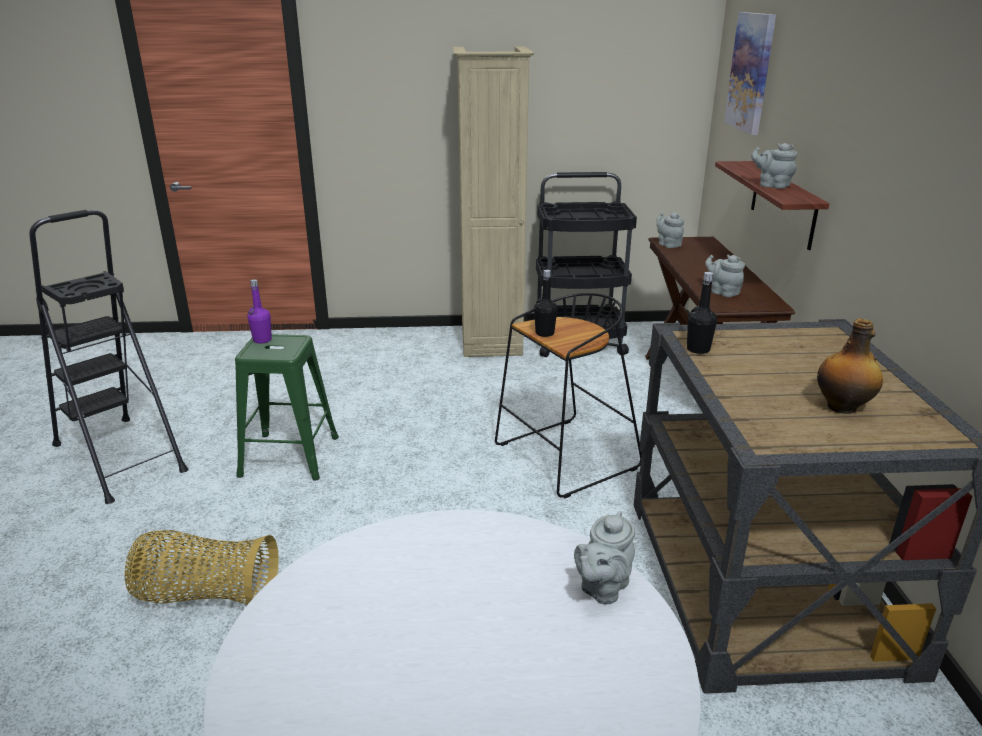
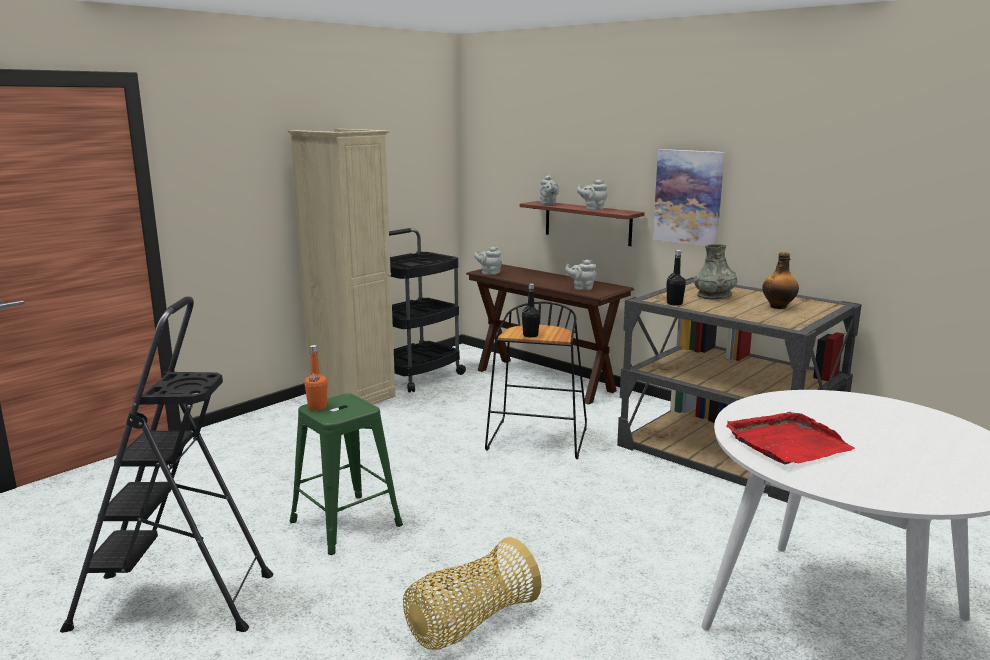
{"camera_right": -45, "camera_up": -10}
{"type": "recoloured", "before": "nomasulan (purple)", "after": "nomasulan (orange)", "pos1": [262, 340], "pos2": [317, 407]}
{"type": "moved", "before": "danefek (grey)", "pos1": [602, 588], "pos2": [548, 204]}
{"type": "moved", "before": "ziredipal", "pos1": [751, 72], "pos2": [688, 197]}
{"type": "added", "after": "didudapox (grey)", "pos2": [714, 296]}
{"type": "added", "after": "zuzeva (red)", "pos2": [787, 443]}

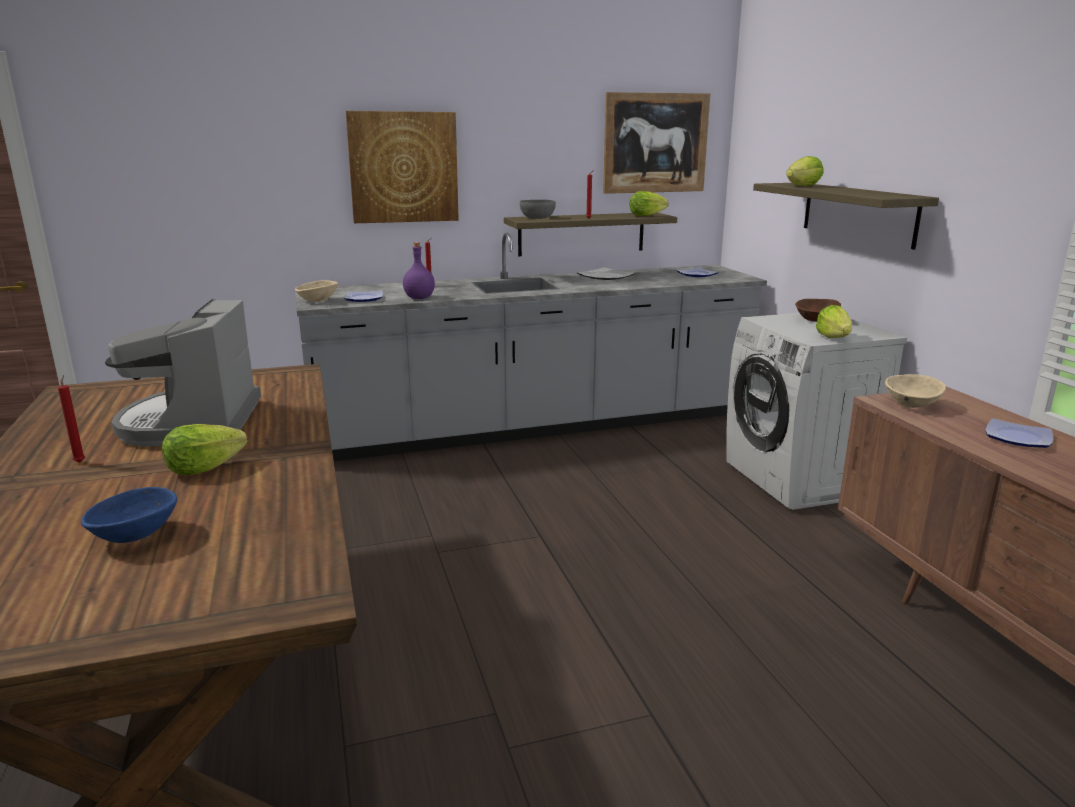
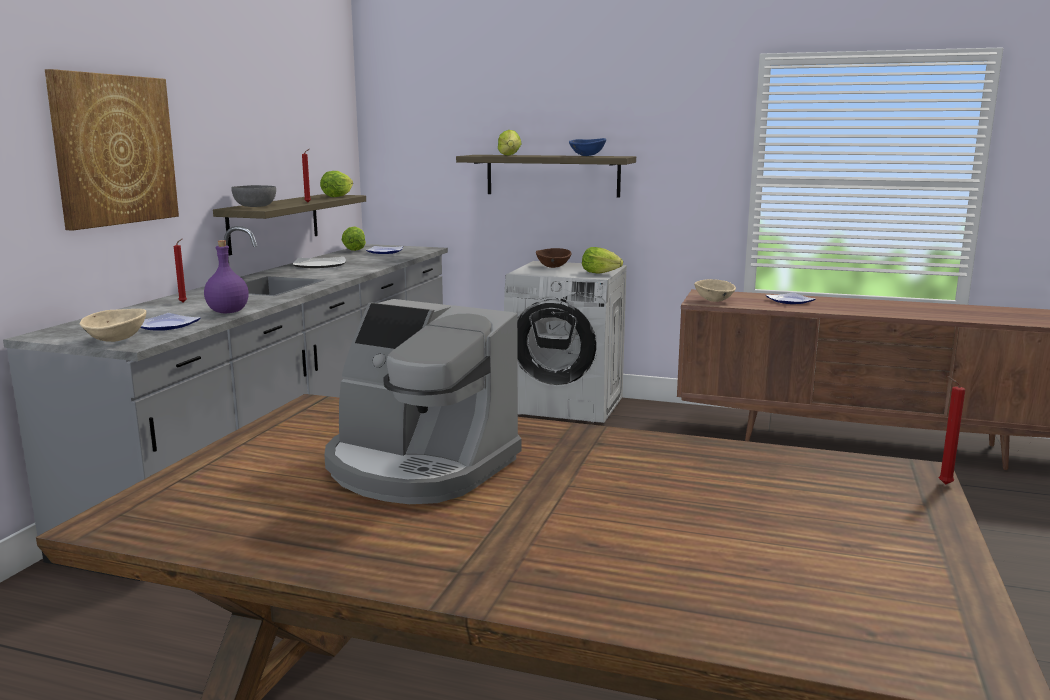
{"camera_right": -55, "camera_up": -5}
{"type": "moved", "before": "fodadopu", "pos1": [204, 469], "pos2": [354, 249]}
{"type": "moved", "before": "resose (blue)", "pos1": [135, 537], "pos2": [587, 156]}
{"type": "moved", "before": "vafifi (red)", "pos1": [80, 462], "pos2": [942, 484]}
{"type": "removed", "before": "ziredipal", "pos1": [655, 143]}

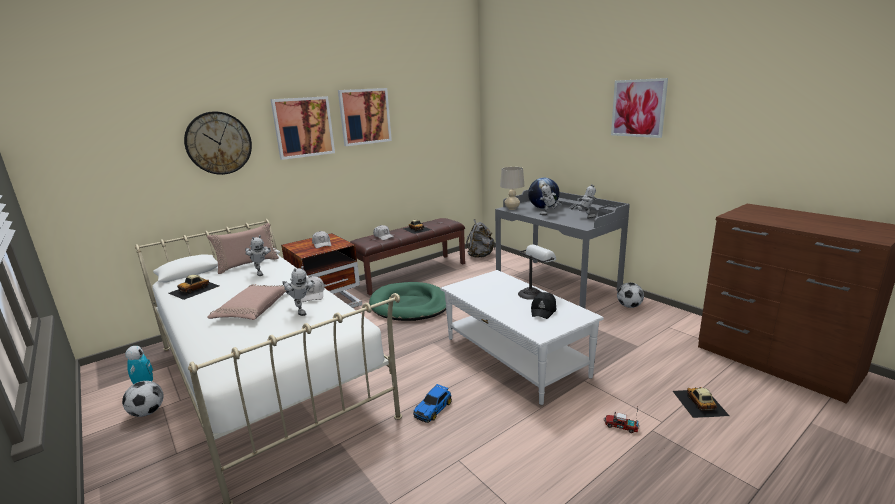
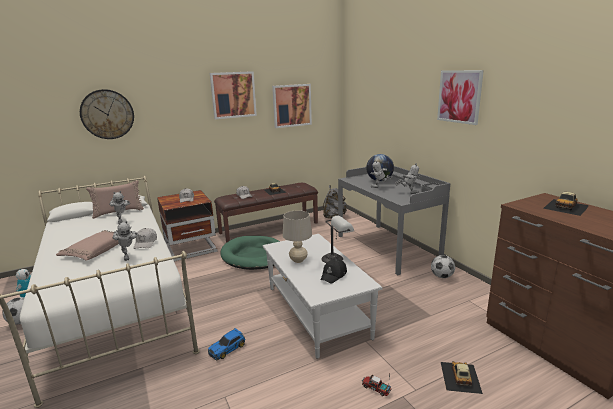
{"camera_right": 10, "camera_up": 0}
{"type": "moved", "before": "ziredipal", "pos1": [303, 127], "pos2": [292, 105]}
{"type": "moved", "before": "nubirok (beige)", "pos1": [512, 208], "pos2": [298, 260]}
{"type": "moved", "before": "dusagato", "pos1": [194, 289], "pos2": [566, 207]}

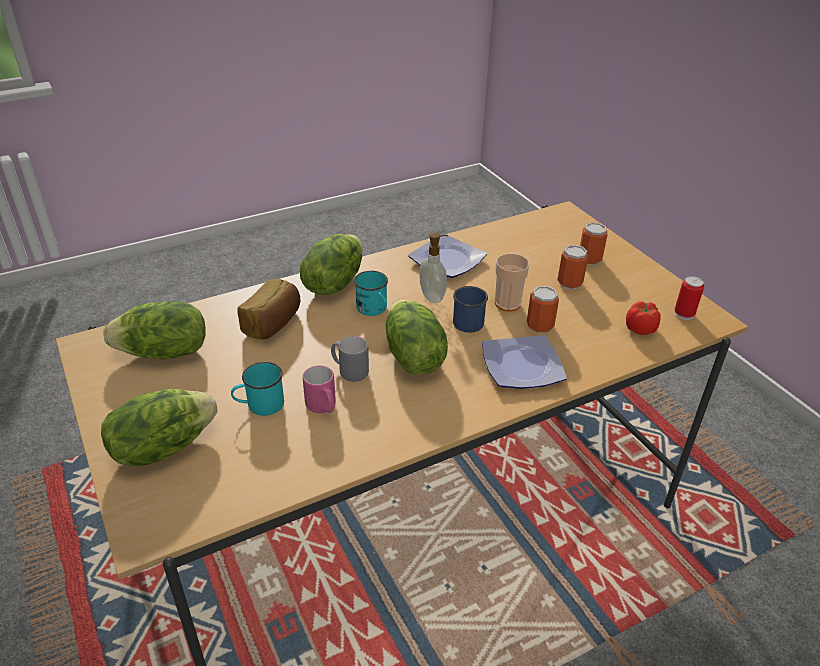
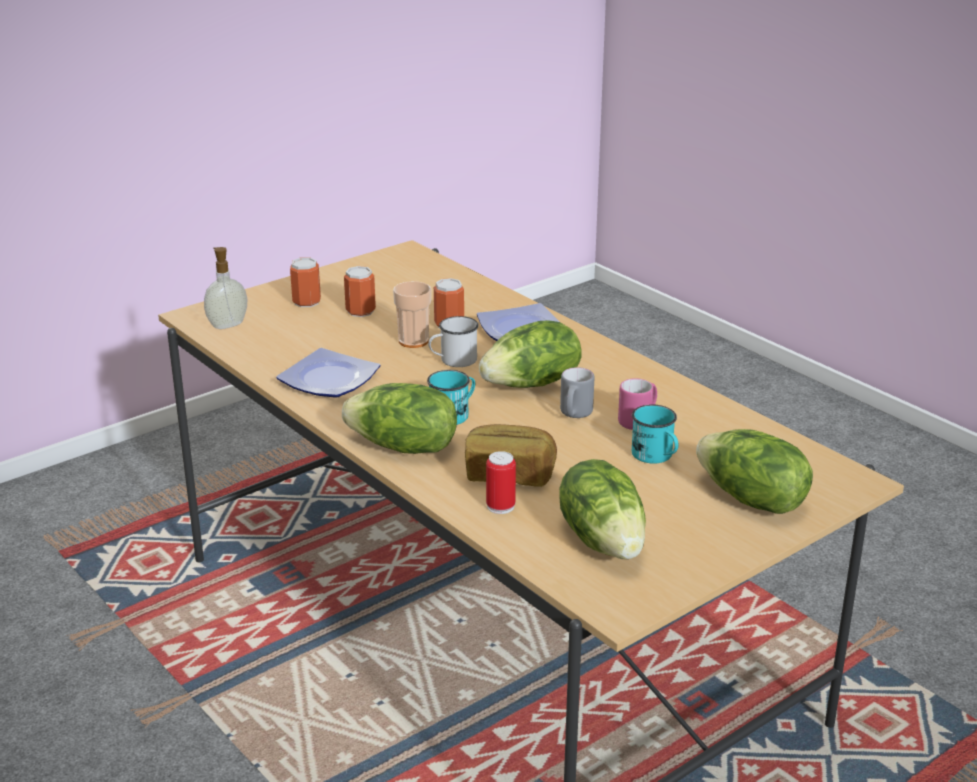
{"camera_right": -100, "camera_up": -10}
{"type": "moved", "before": "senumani", "pos1": [433, 296], "pos2": [227, 324]}
{"type": "recoloured", "before": "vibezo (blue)", "after": "vibezo (white)", "pos1": [466, 320], "pos2": [453, 360]}
{"type": "moved", "before": "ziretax", "pos1": [684, 314], "pos2": [500, 506]}
{"type": "removed", "before": "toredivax", "pos1": [640, 328]}

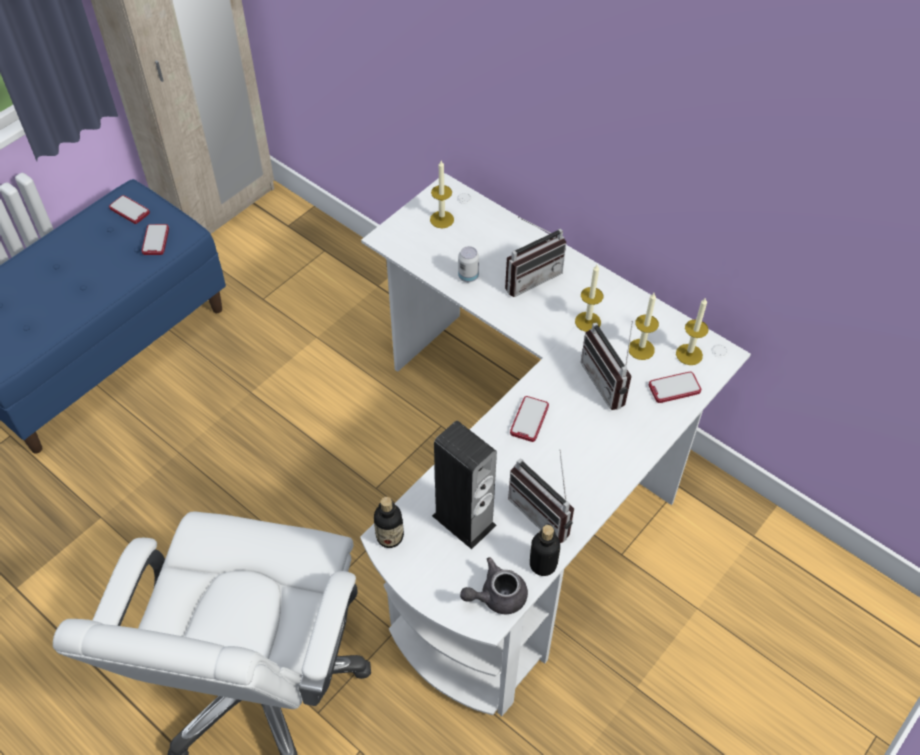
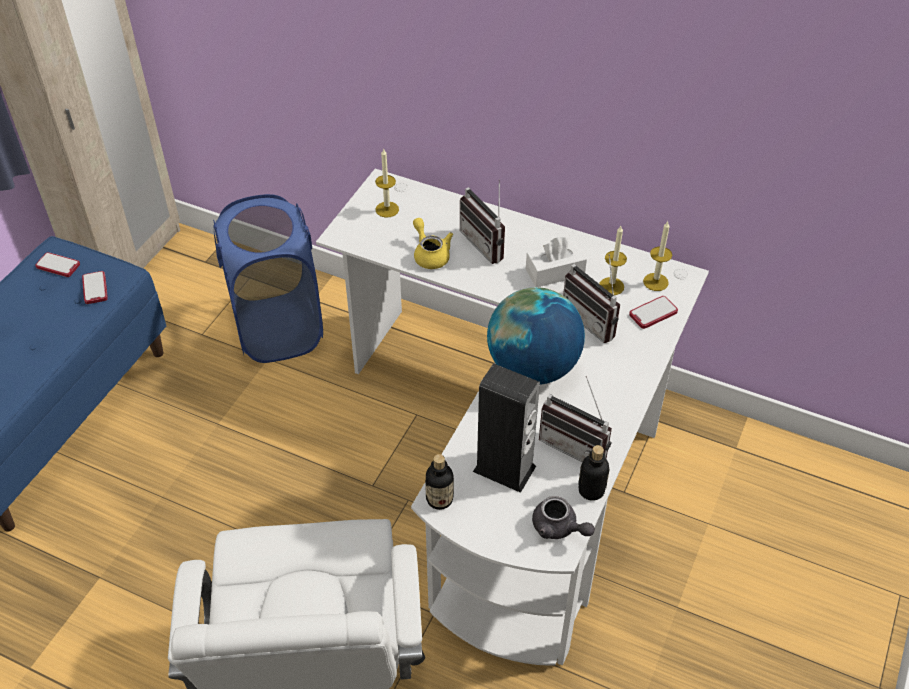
{"camera_right": -15, "camera_up": -5}
{"type": "added", "after": "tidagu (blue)", "pos2": [277, 328]}
{"type": "replaced", "before": "ziretax", "after": "danefek (yellow)", "pos1": [468, 276], "pos2": [430, 254]}
{"type": "turned", "before": "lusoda", "pos1": [530, 276], "pos2": [488, 243], "turn": 105}
{"type": "replaced", "before": "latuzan", "after": "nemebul", "pos1": [529, 420], "pos2": [532, 367]}
{"type": "replaced", "before": "vafifi", "after": "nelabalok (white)", "pos1": [588, 322], "pos2": [555, 272]}
{"type": "turned", "before": "danefek (grey)", "pos1": [496, 596], "pos2": [559, 528], "turn": -105}

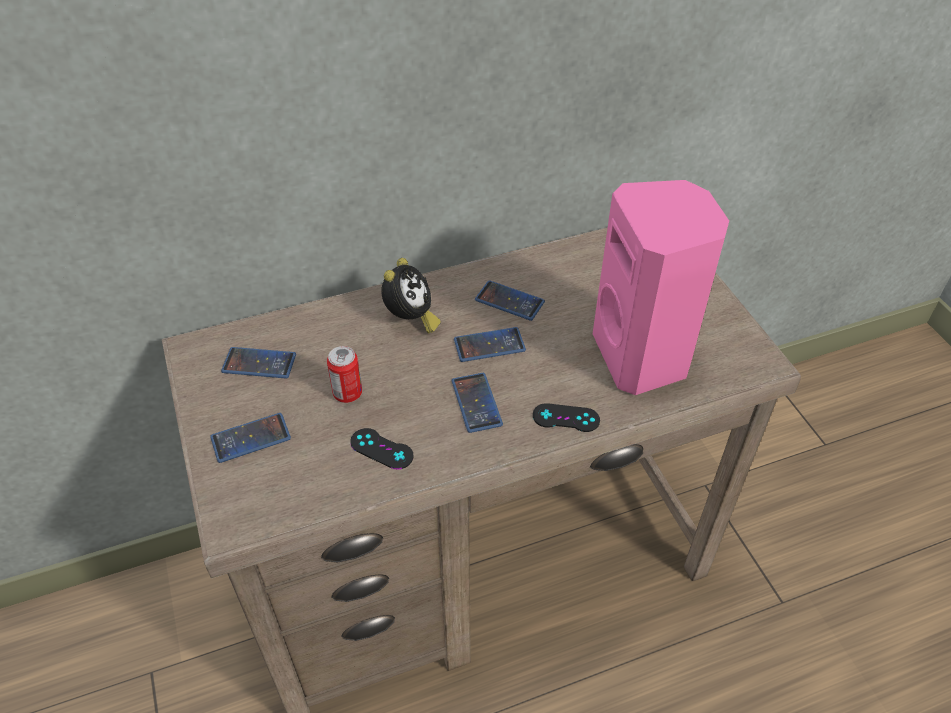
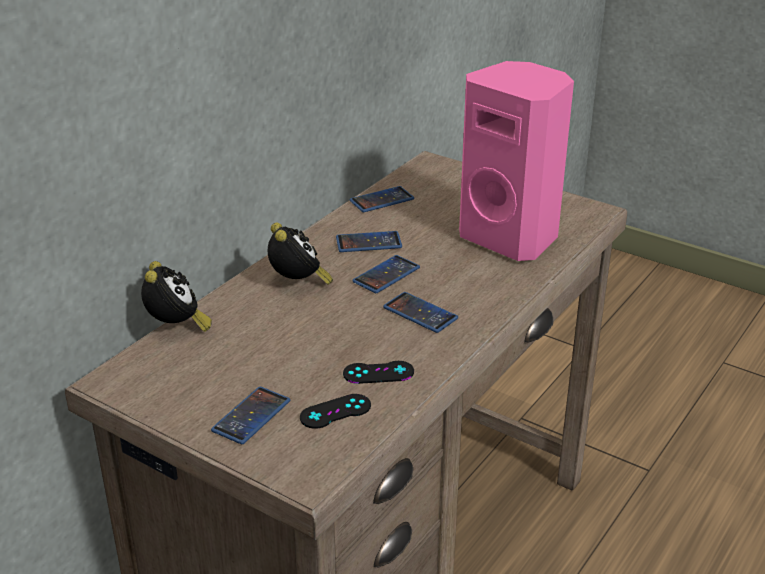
{"camera_right": -35, "camera_up": -15}
{"type": "added", "after": "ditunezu", "pos2": [177, 327]}
{"type": "moved", "before": "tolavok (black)", "pos1": [566, 418], "pos2": [335, 411]}
{"type": "moved", "before": "latuzan", "pos1": [259, 363], "pos2": [382, 200]}
{"type": "removed", "before": "ziretax", "pos1": [347, 393]}

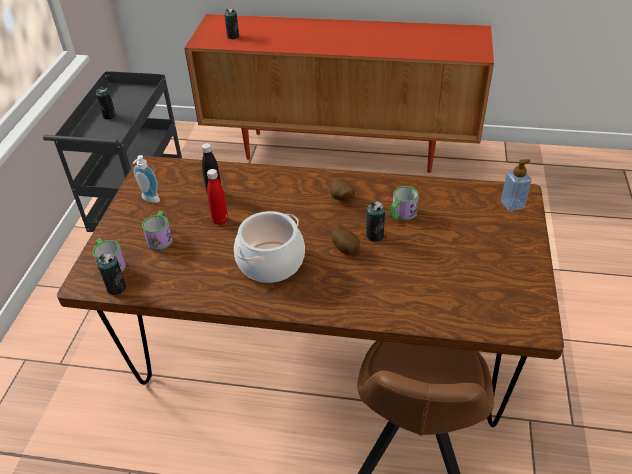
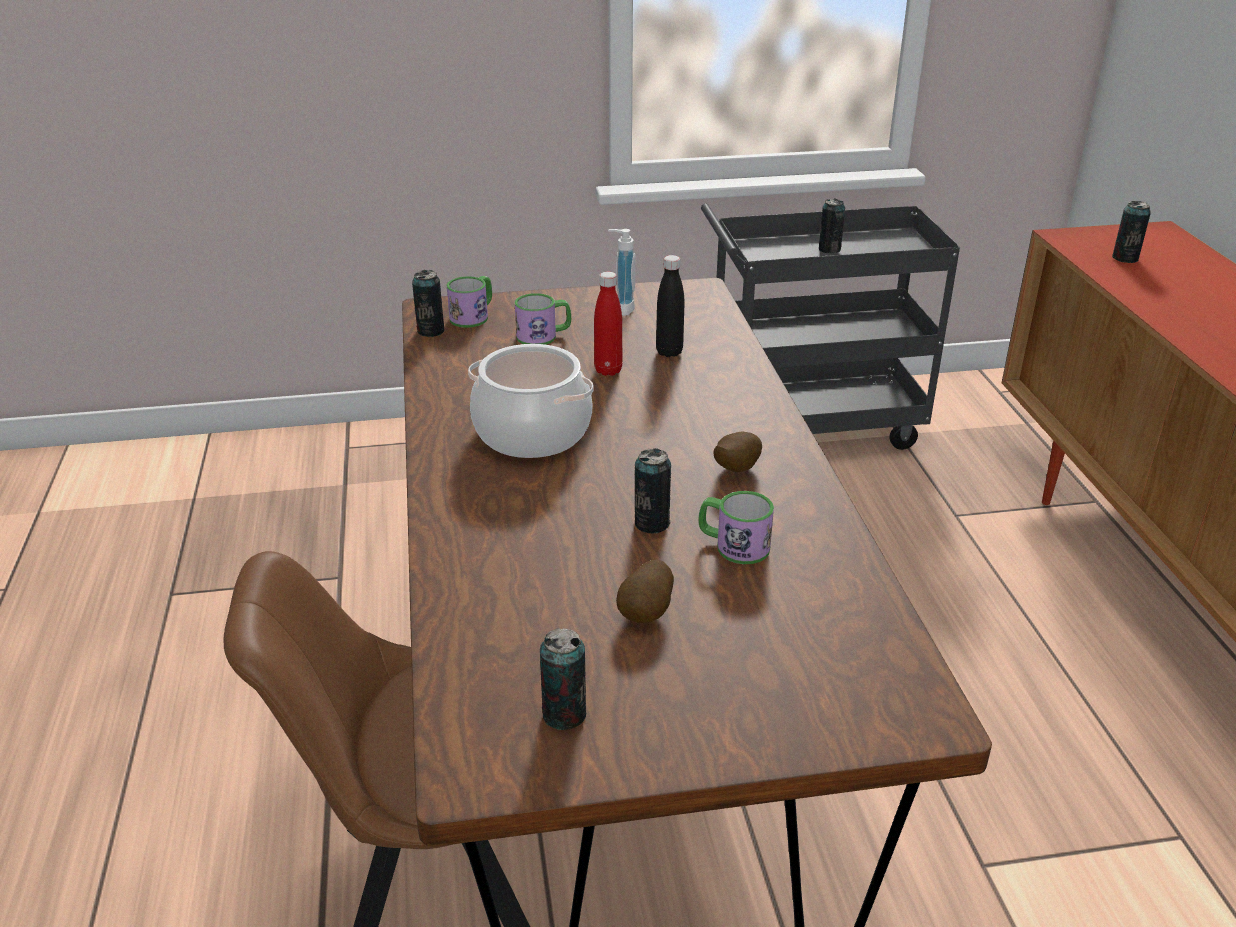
{"camera_right": 70, "camera_up": -10}
{"type": "added", "after": "ziretax", "pos2": [564, 715]}
{"type": "moved", "before": "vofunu", "pos1": [346, 249], "pos2": [647, 614]}
{"type": "removed", "before": "senumani", "pos1": [512, 204]}

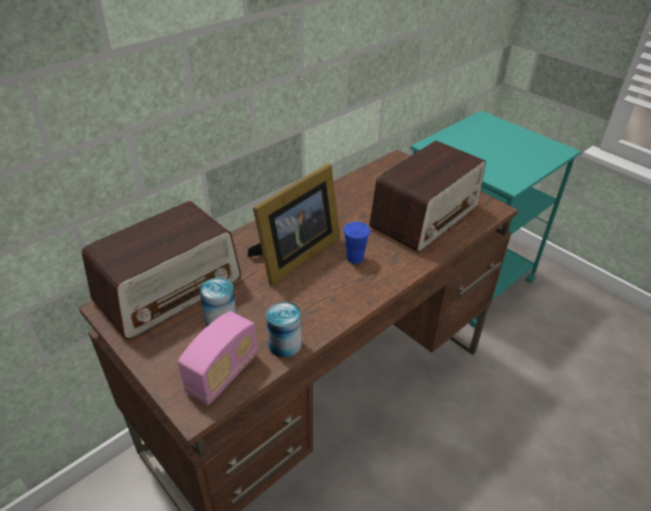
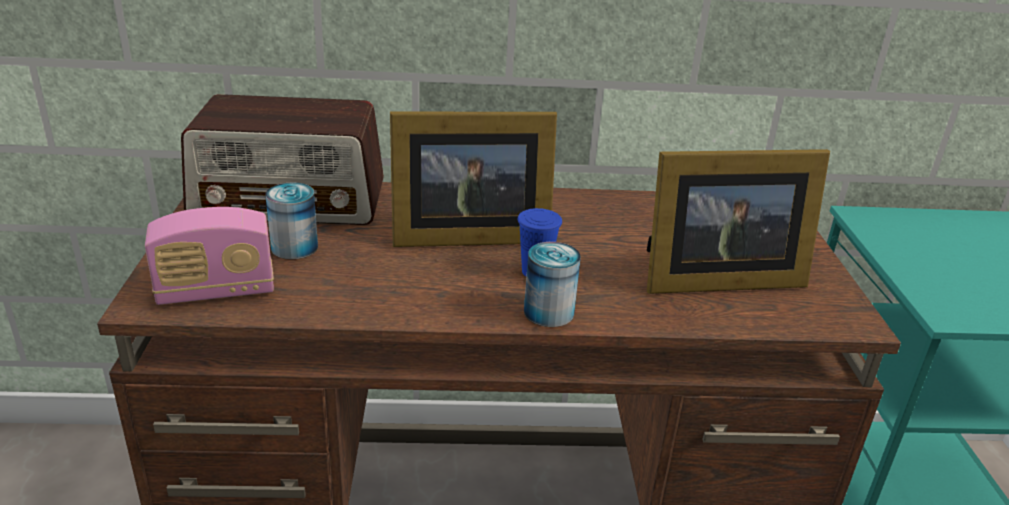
{"camera_right": 40, "camera_up": -10}
{"type": "moved", "before": "ziretax", "pos1": [285, 344], "pos2": [548, 312]}
{"type": "replaced", "before": "lusoda", "after": "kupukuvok", "pos1": [425, 216], "pos2": [714, 278]}

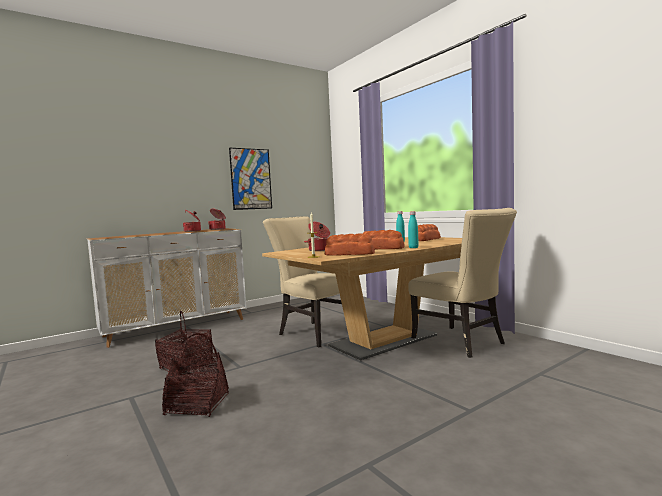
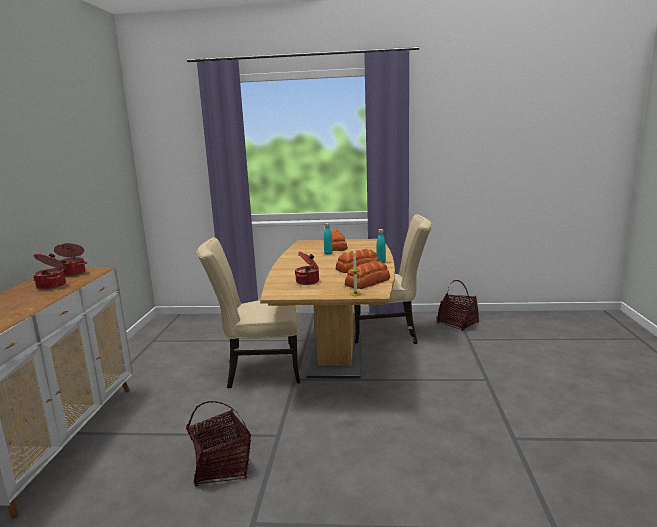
{"camera_right": -50, "camera_up": 10}
{"type": "moved", "before": "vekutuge", "pos1": [197, 405], "pos2": [457, 323]}
{"type": "removed", "before": "ziredipal", "pos1": [251, 179]}

